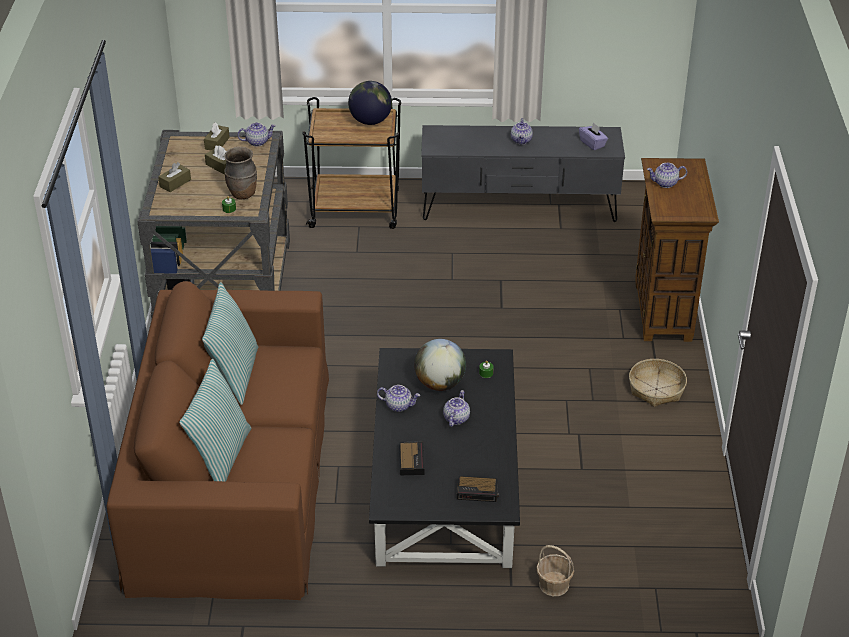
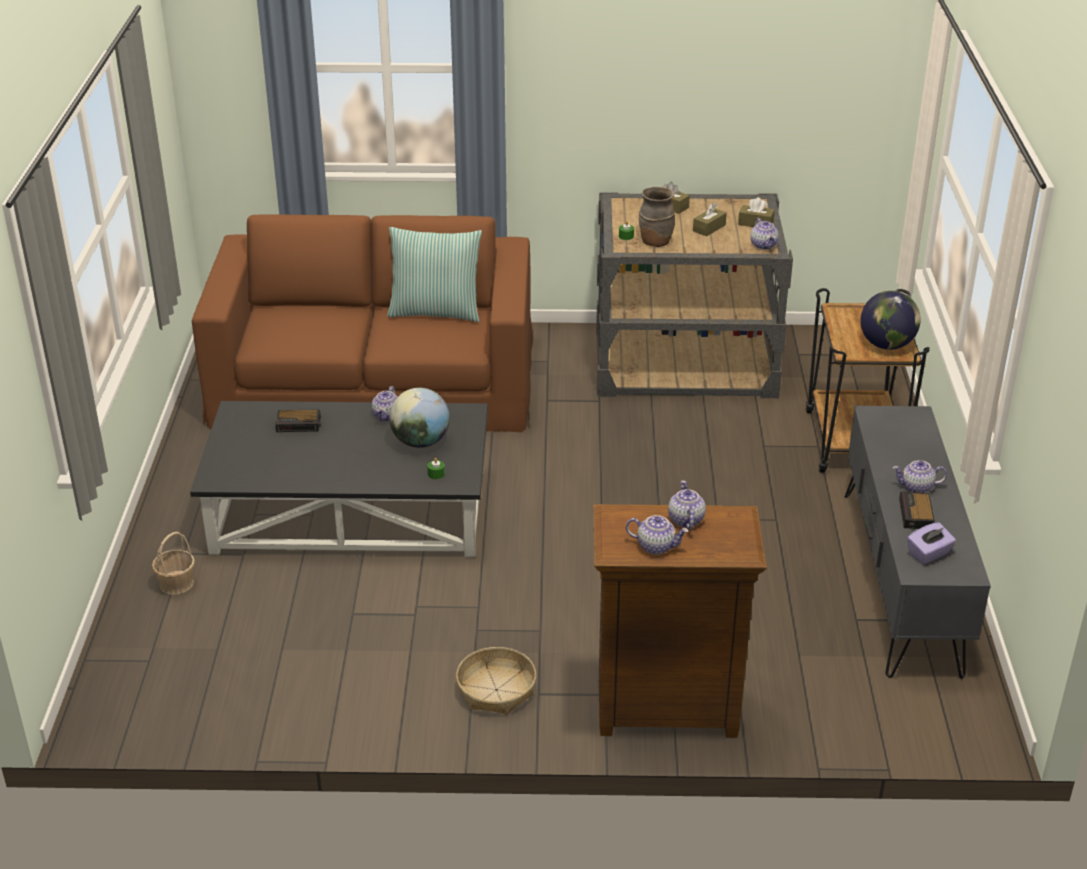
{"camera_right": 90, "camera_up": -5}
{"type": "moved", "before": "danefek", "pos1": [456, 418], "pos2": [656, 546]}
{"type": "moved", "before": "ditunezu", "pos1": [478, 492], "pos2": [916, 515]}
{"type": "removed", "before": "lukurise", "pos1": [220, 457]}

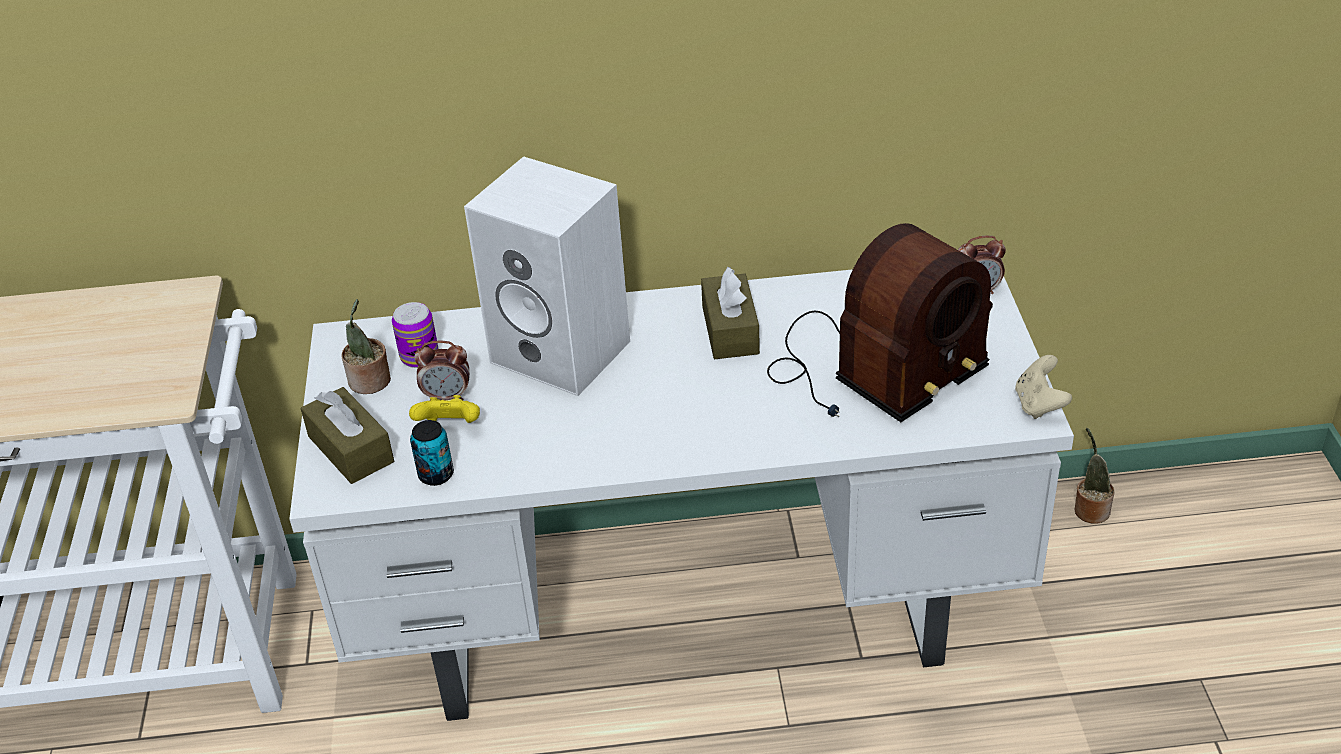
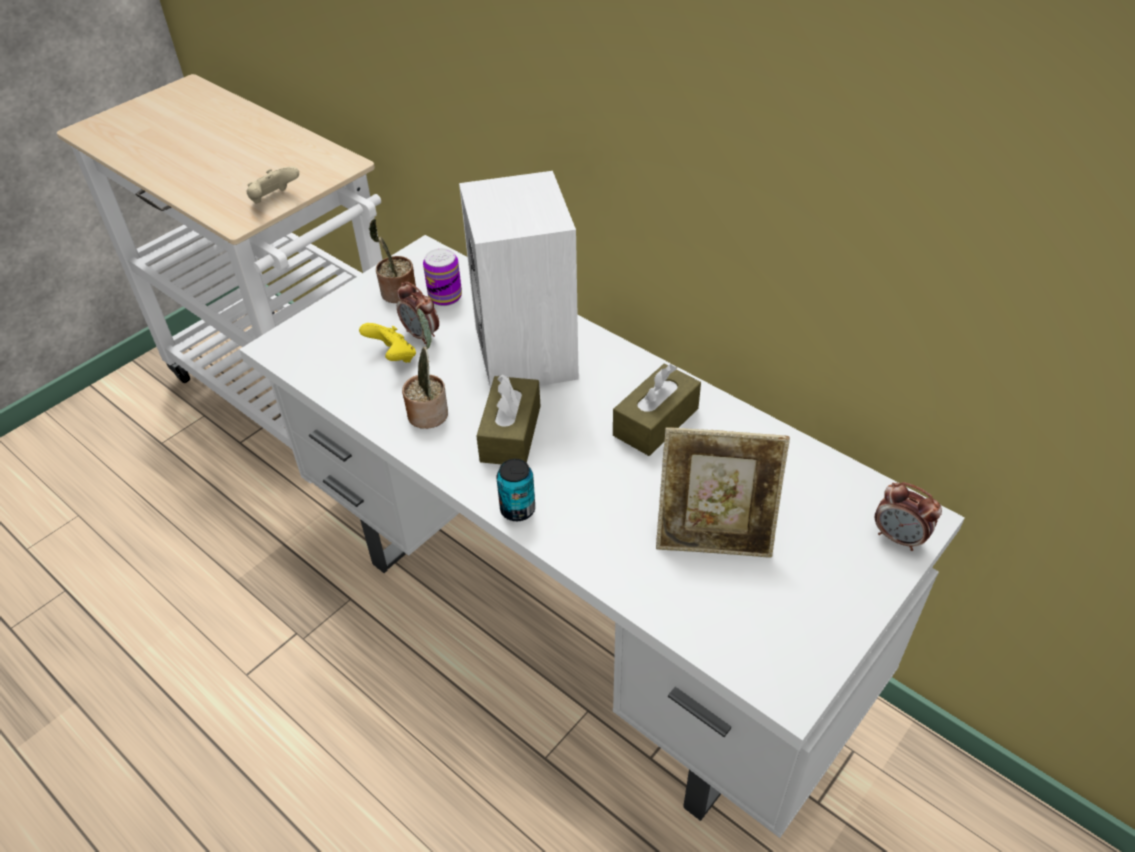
{"camera_right": 45, "camera_up": 5}
{"type": "moved", "before": "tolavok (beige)", "pos1": [1039, 404], "pos2": [274, 199]}
{"type": "moved", "before": "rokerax", "pos1": [1090, 509], "pos2": [429, 412]}
{"type": "moved", "before": "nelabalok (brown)", "pos1": [351, 449], "pos2": [510, 433]}
{"type": "moved", "before": "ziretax", "pos1": [436, 475], "pos2": [517, 509]}
{"type": "replaced", "before": "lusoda", "after": "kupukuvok", "pos1": [872, 370], "pos2": [714, 536]}

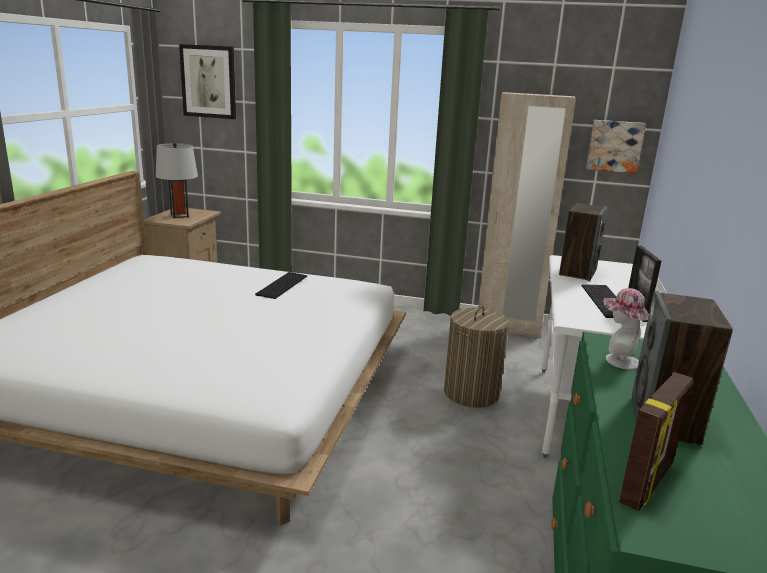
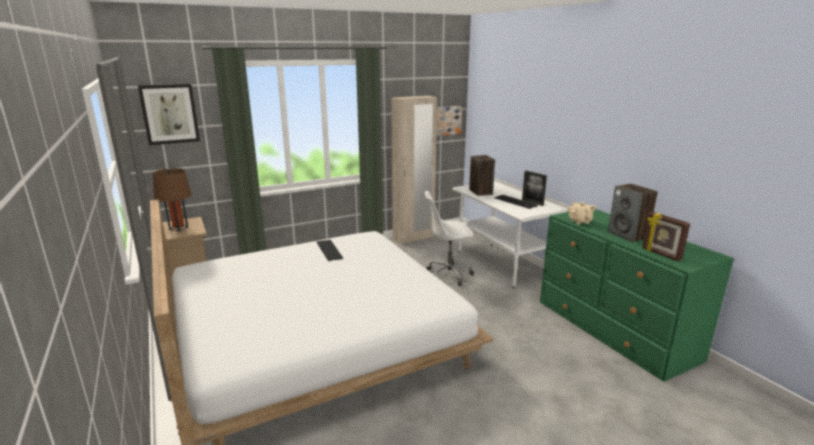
{"camera_right": -40, "camera_up": 0}
{"type": "recoloured", "before": "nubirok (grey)", "after": "nubirok (brown)", "pos1": [179, 215], "pos2": [178, 228]}
{"type": "replaced", "before": "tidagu", "after": "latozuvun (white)", "pos1": [471, 393], "pos2": [447, 275]}
{"type": "replaced", "before": "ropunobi", "after": "danefek (beige)", "pos1": [617, 360], "pos2": [579, 221]}
{"type": "turned", "before": "kupukuvok", "pos1": [648, 484], "pos2": [660, 254], "turn": 150}

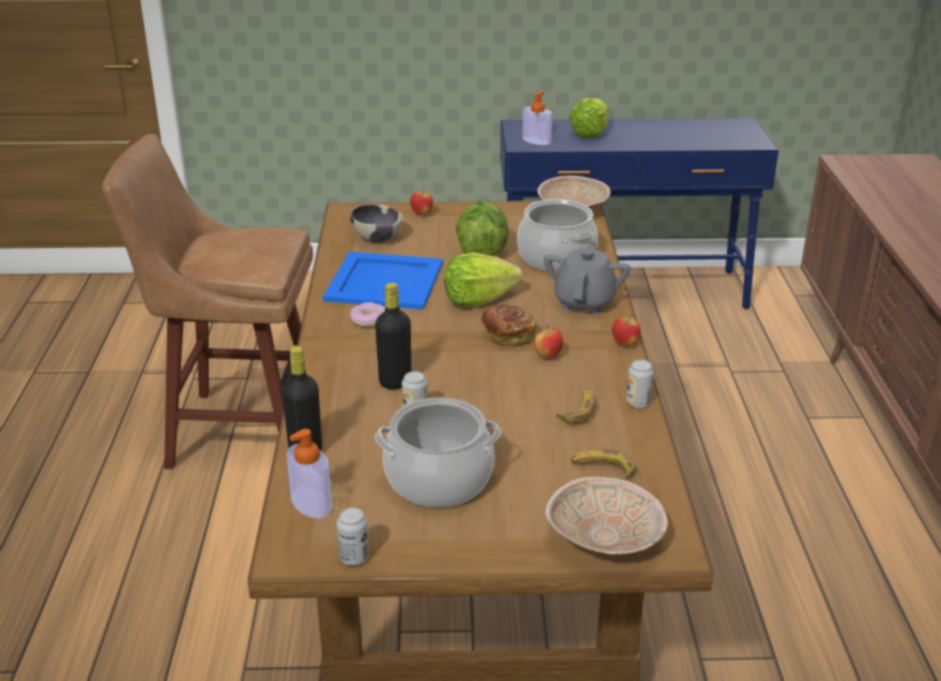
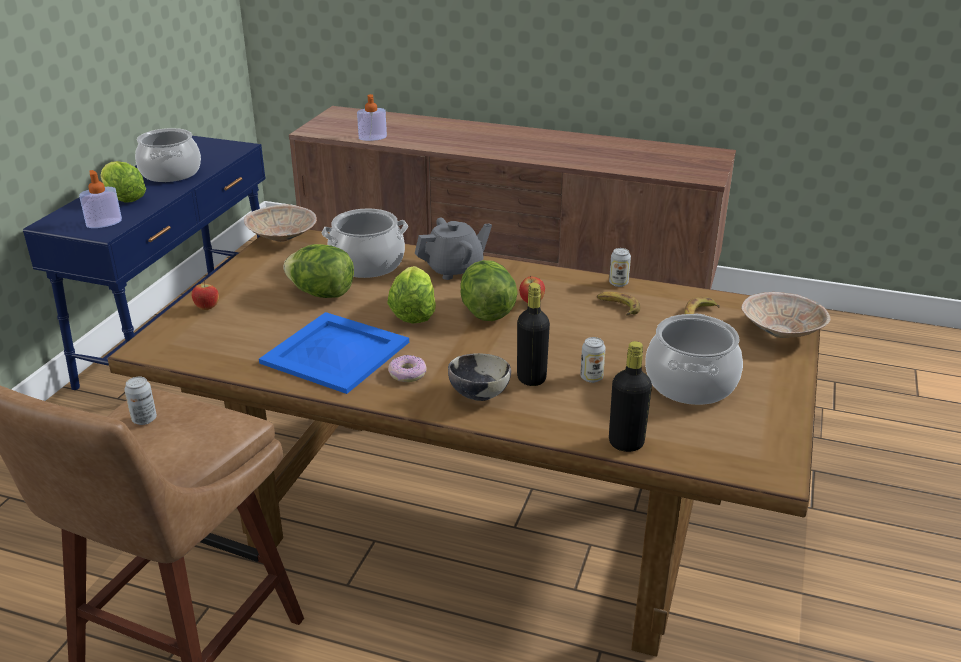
{"camera_right": -70, "camera_up": 0}
{"type": "moved", "before": "ziretax", "pos1": [354, 558], "pos2": [144, 419]}
{"type": "added", "after": "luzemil", "pos2": [171, 173]}
{"type": "moved", "before": "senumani", "pos1": [311, 503], "pos2": [372, 138]}
{"type": "turned", "before": "danefek (grey)", "pos1": [584, 302], "pos2": [454, 269], "turn": 120}
{"type": "moved", "before": "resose", "pos1": [377, 238], "pos2": [478, 395]}
{"type": "replaced", "before": "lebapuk", "after": "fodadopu", "pos1": [507, 336], "pos2": [486, 312]}
{"type": "removed", "before": "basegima", "pos1": [625, 344]}

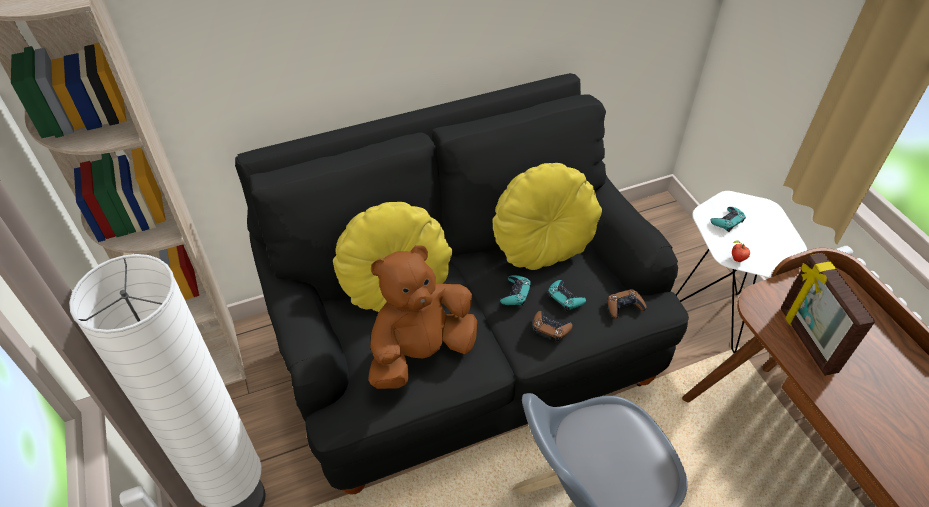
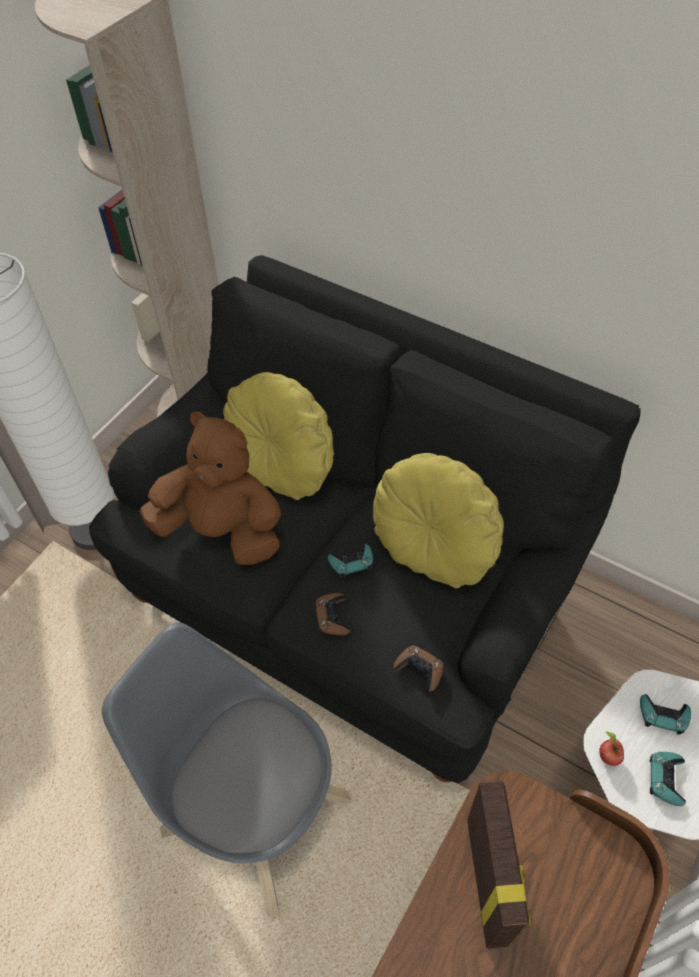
{"camera_right": 55, "camera_up": 5}
{"type": "turned", "before": "kupukuvok", "pos1": [806, 340], "pos2": [489, 880], "turn": 135}
{"type": "moved", "before": "tolavok (turquoise)", "pos1": [565, 298], "pos2": [665, 779]}

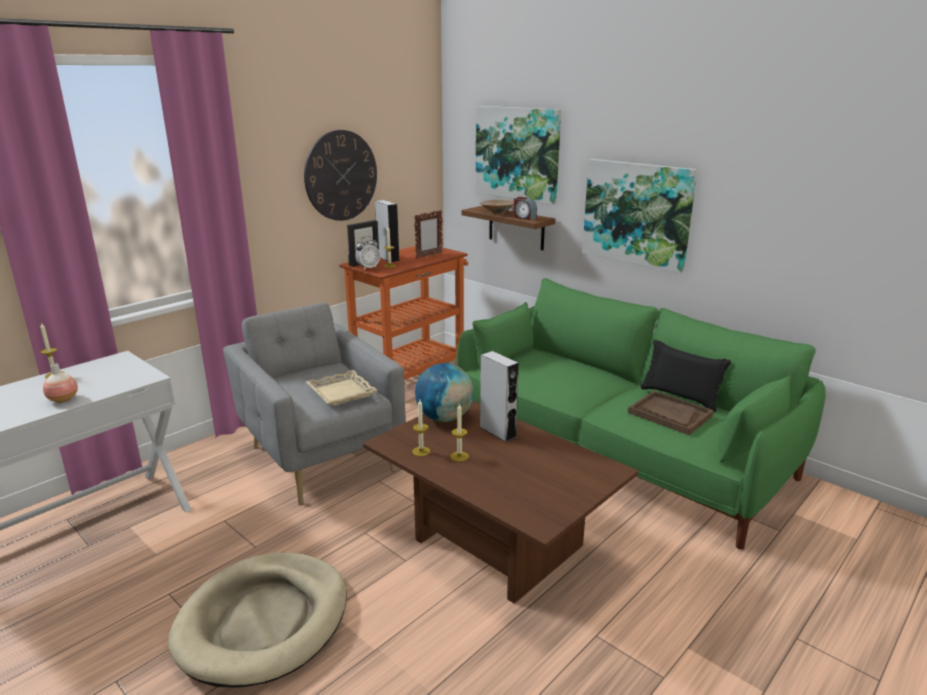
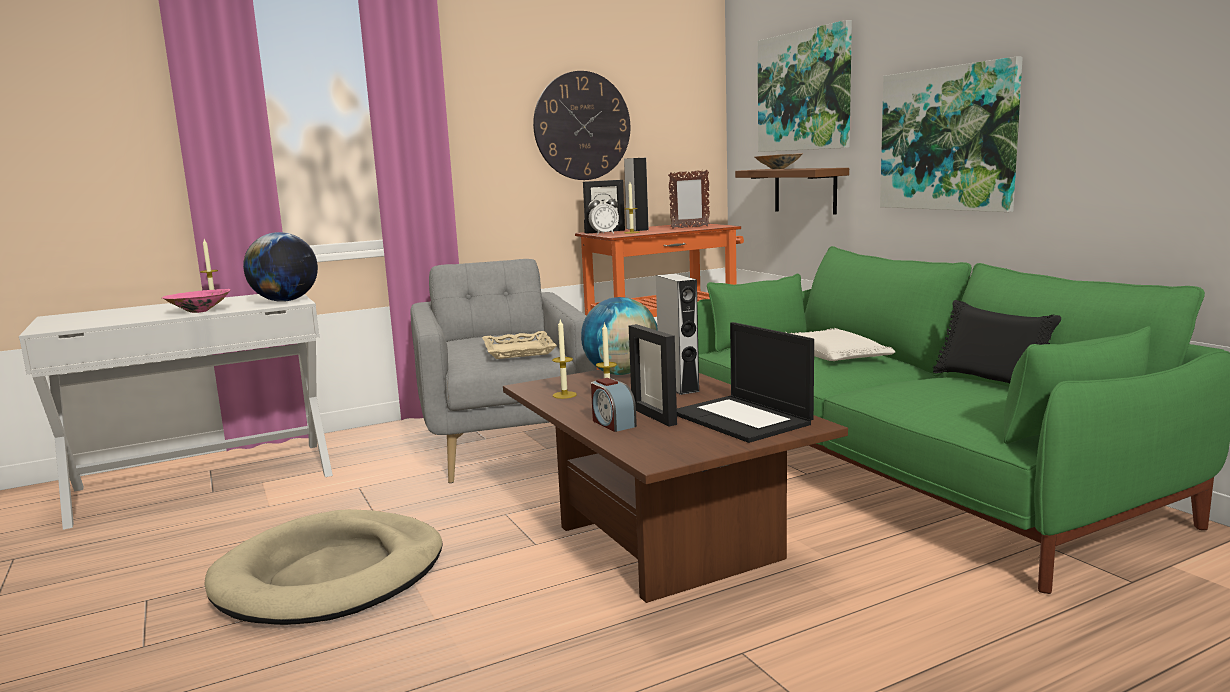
{"camera_right": 20, "camera_up": -10}
{"type": "replaced", "before": "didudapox", "after": "resose (pink)", "pos1": [63, 399], "pos2": [199, 311]}
{"type": "added", "after": "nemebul", "pos2": [285, 301]}
{"type": "moved", "before": "ditunezu", "pos1": [524, 217], "pos2": [612, 423]}
{"type": "added", "after": "kupukuvok", "pos2": [655, 416]}
{"type": "added", "after": "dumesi", "pos2": [743, 419]}
{"type": "added", "after": "lukurise (white)", "pos2": [834, 353]}
{"type": "removed", "before": "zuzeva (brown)", "pos1": [669, 414]}

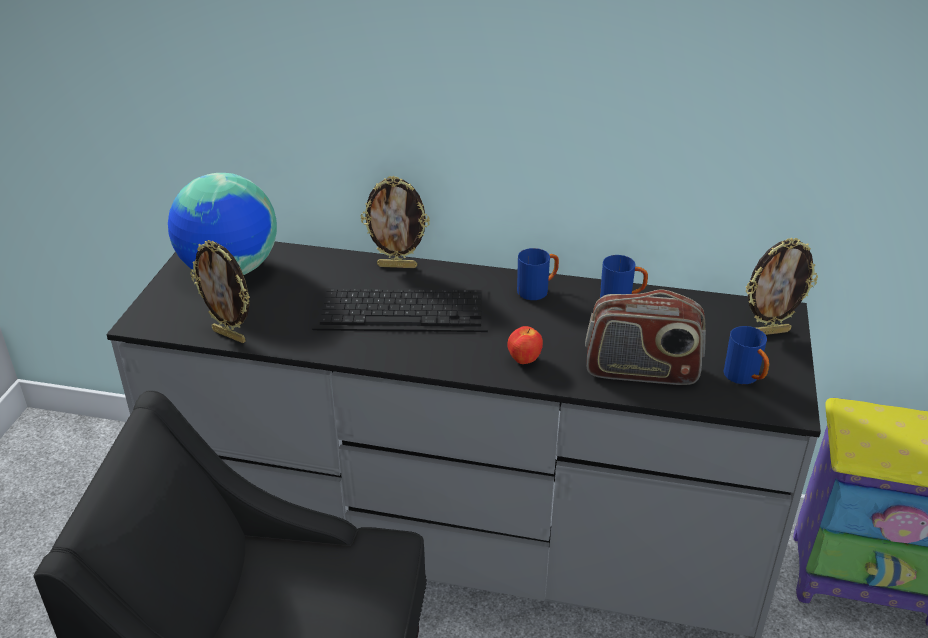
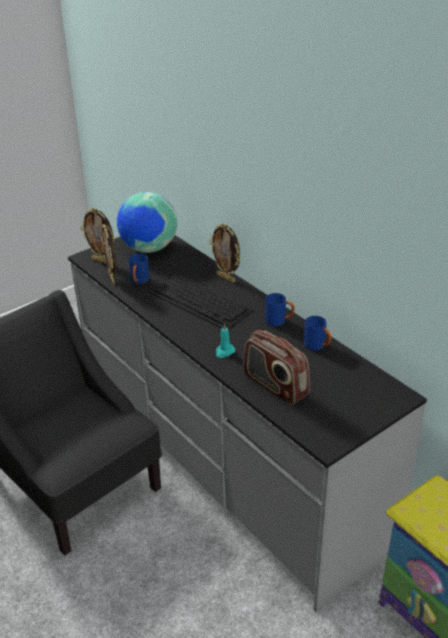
{"camera_right": 40, "camera_up": 0}
{"type": "moved", "before": "kupukuvok", "pos1": [769, 332], "pos2": [102, 261]}
{"type": "moved", "before": "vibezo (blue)", "pos1": [745, 378], "pos2": [139, 281]}
{"type": "replaced", "before": "basegima", "after": "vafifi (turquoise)", "pos1": [524, 360], "pos2": [224, 352]}

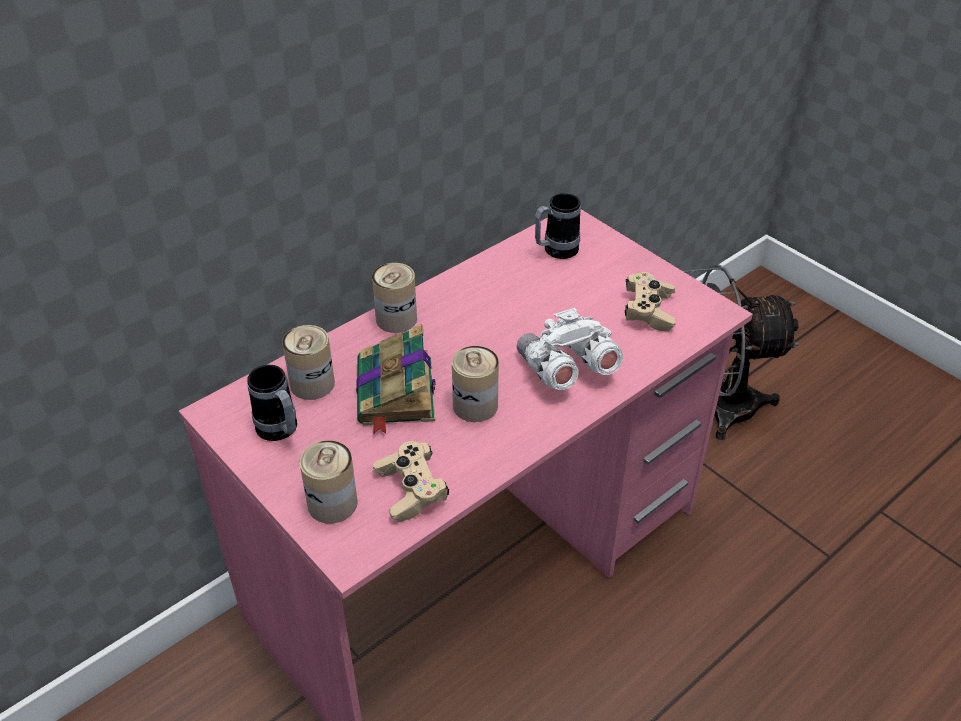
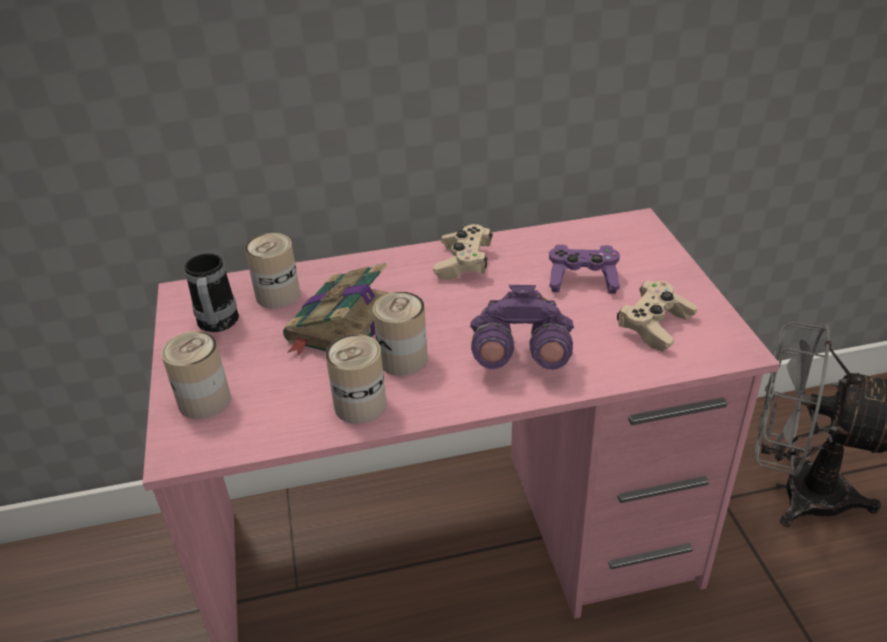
{"camera_right": 30, "camera_up": -5}
{"type": "moved", "before": "ziretax", "pos1": [396, 319], "pos2": [360, 405]}
{"type": "moved", "before": "tolavok (beige)", "pos1": [411, 490], "pos2": [463, 263]}
{"type": "recoloured", "before": "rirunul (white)", "after": "rirunul (purple)", "pos1": [565, 370], "pos2": [519, 355]}
{"type": "added", "after": "tolavok (purple)", "pos2": [582, 280]}
{"type": "removed", "before": "vibezo", "pos1": [555, 251]}

